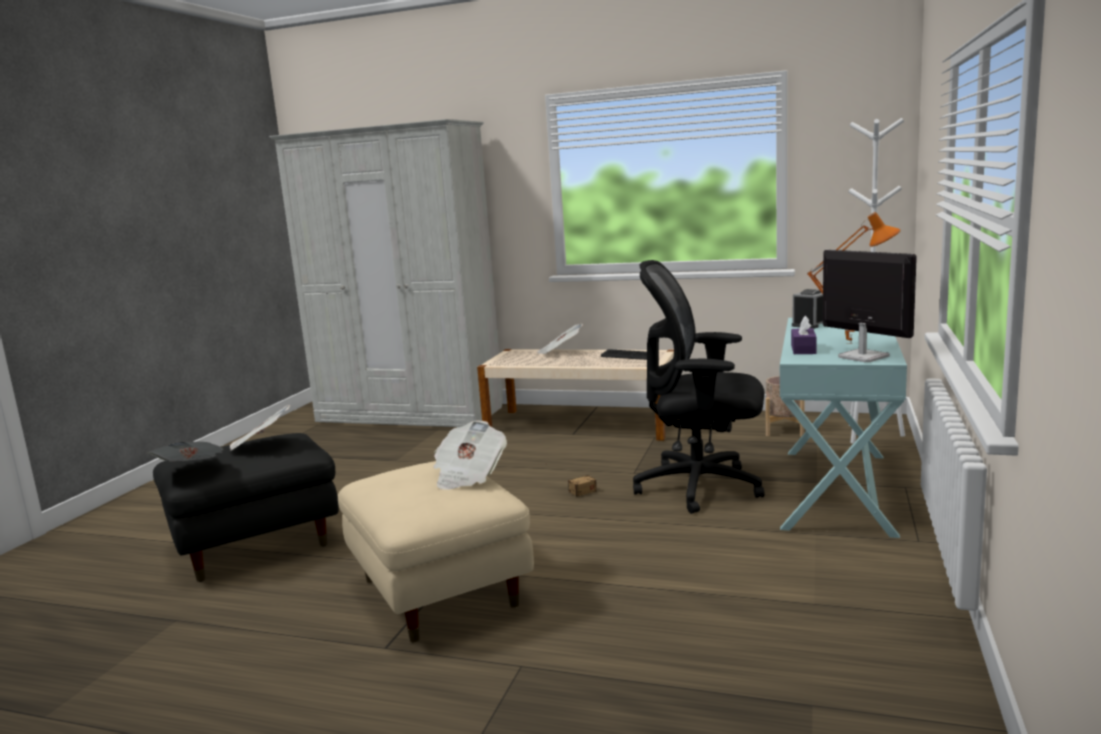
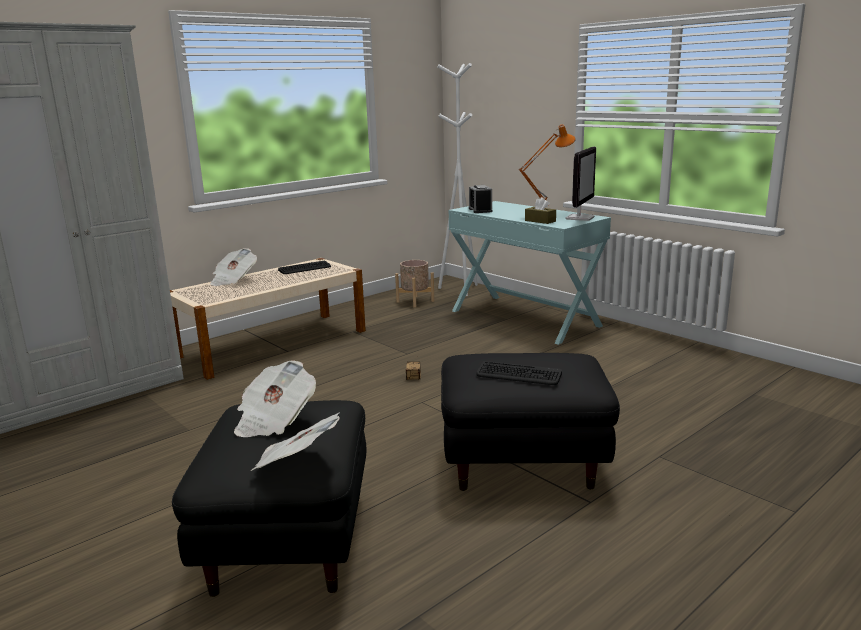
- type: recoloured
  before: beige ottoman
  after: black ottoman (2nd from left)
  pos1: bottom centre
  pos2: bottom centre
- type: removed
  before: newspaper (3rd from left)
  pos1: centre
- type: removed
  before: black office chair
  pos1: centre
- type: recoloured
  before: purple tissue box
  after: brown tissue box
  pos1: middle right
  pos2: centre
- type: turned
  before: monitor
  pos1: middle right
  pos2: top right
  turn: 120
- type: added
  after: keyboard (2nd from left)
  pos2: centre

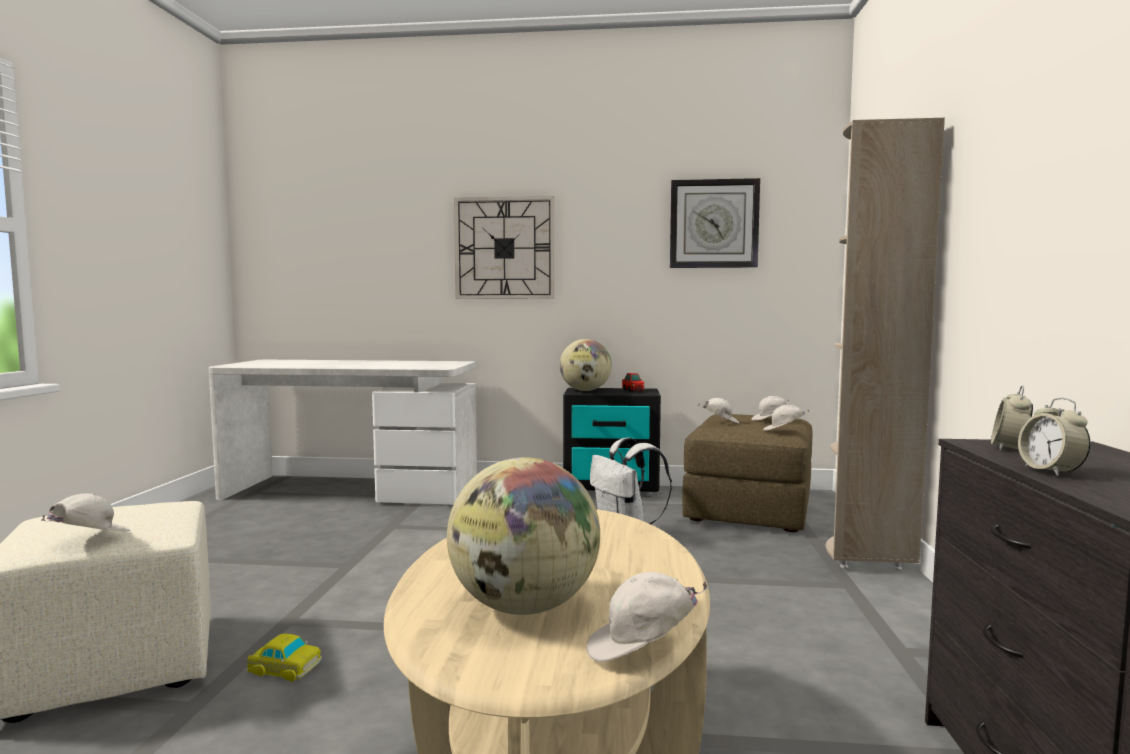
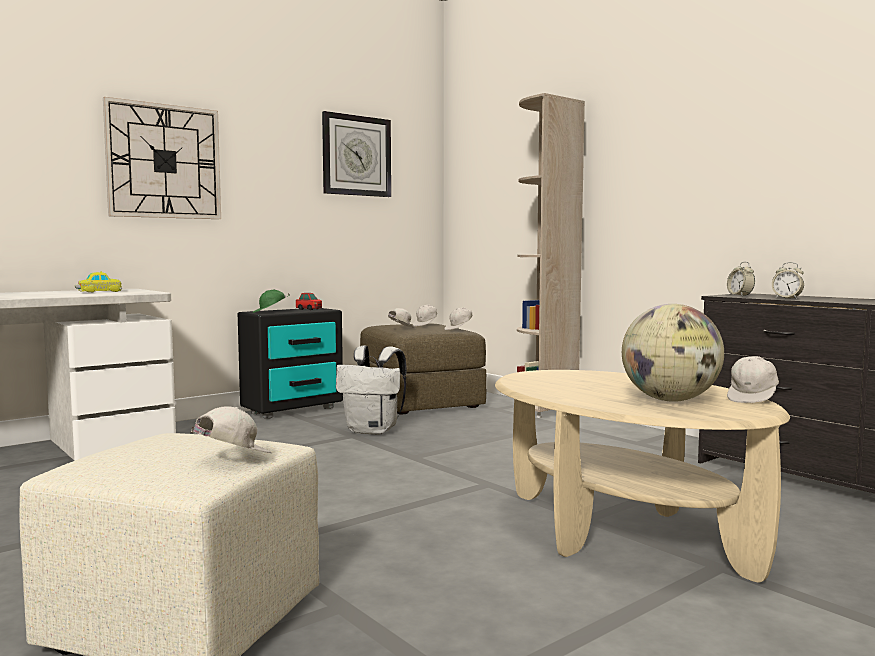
- type: turned
  before: white cap (1st from left)
  pos1: bottom left
  pos2: middle left
  turn: 60
- type: moved
  before: toy car (1st from left)
  pos1: bottom left
  pos2: middle left
- type: replaced
  before: globe (2nd from left)
  after: green cap
  pos1: centre
  pos2: middle left

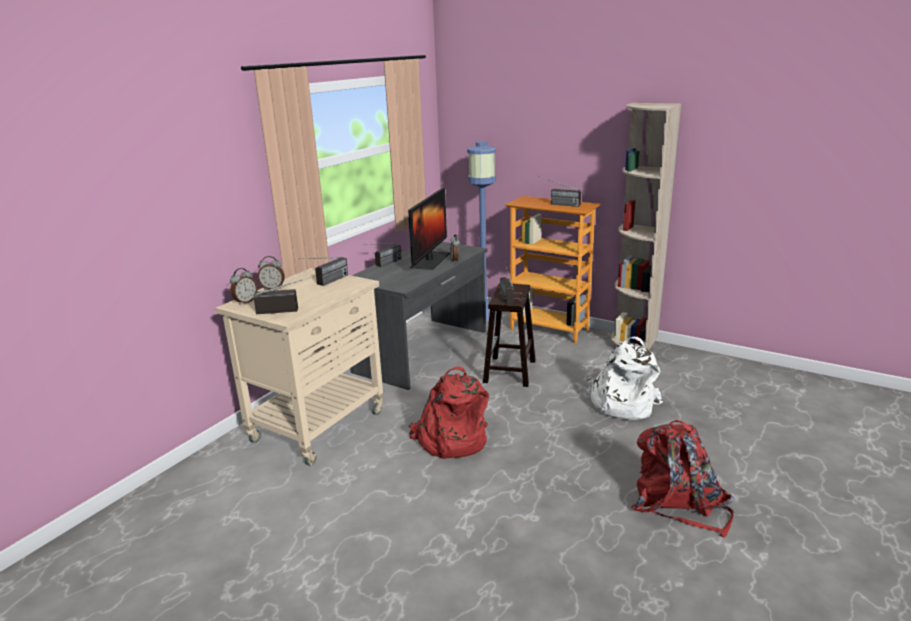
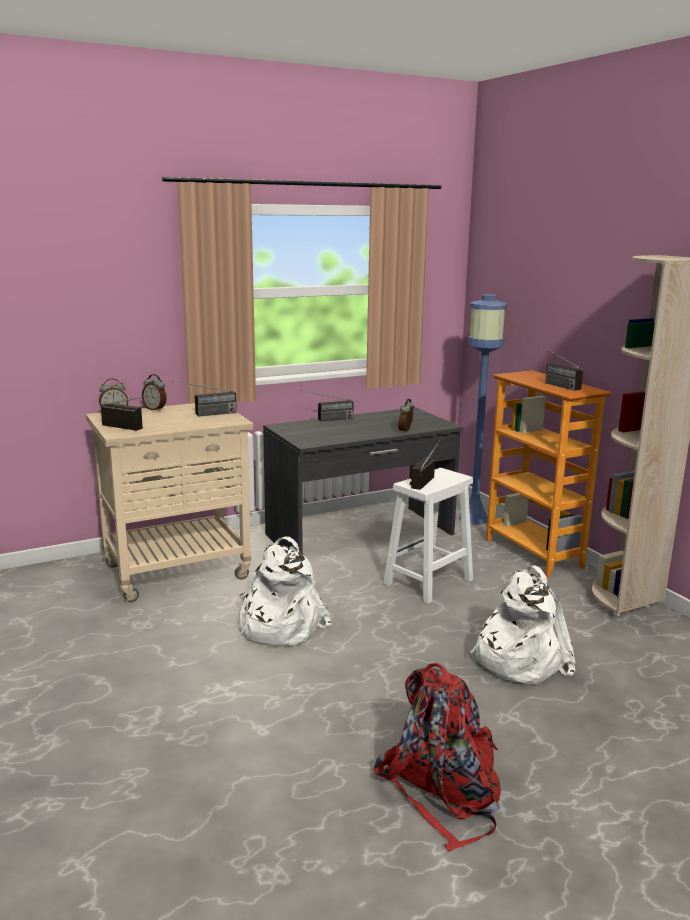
- type: removed
  before: monitor
  pos1: centre
- type: recoloured
  before: red backpack (1st from left)
  after: white backpack (1st from left)
  pos1: centre
  pos2: centre
- type: recoloured
  before: brown stool
  after: white stool
  pos1: centre
  pos2: centre

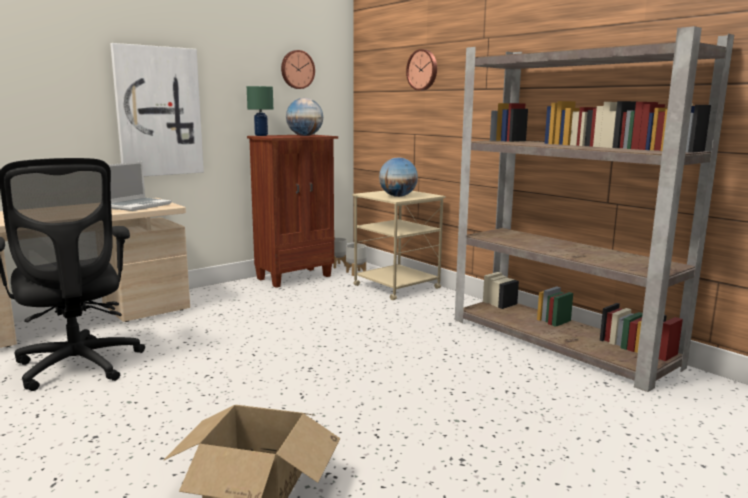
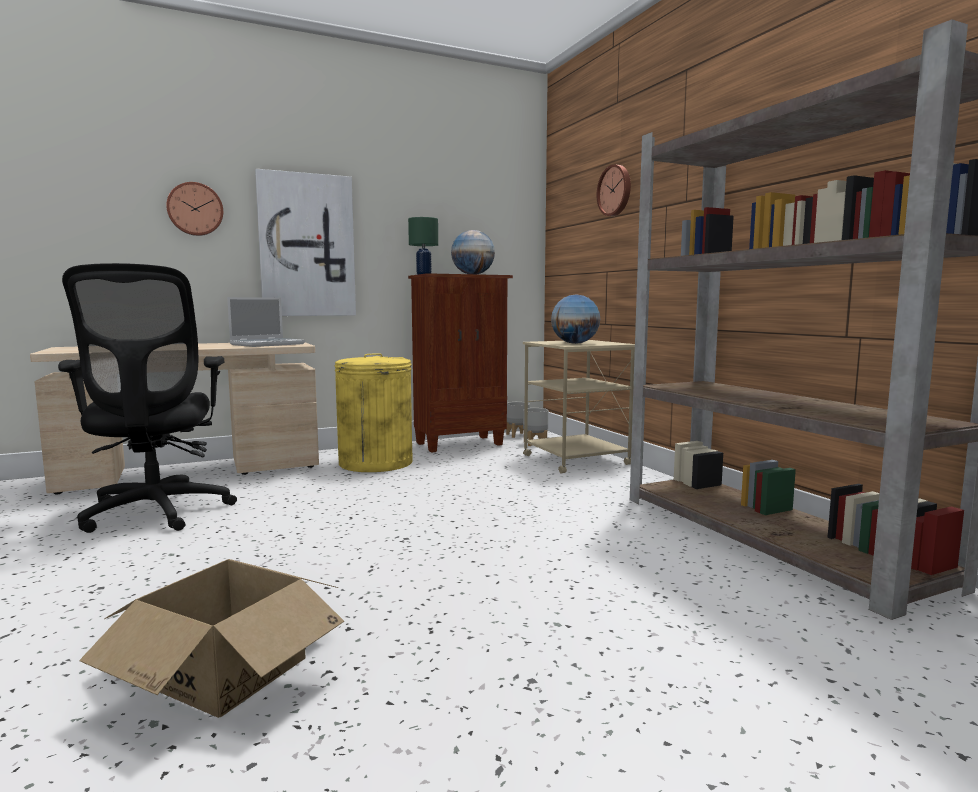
- type: moved
  before: wall clock (1st from left)
  pos1: top centre
  pos2: top left
- type: added
  after: yellow trash can
  pos2: centre

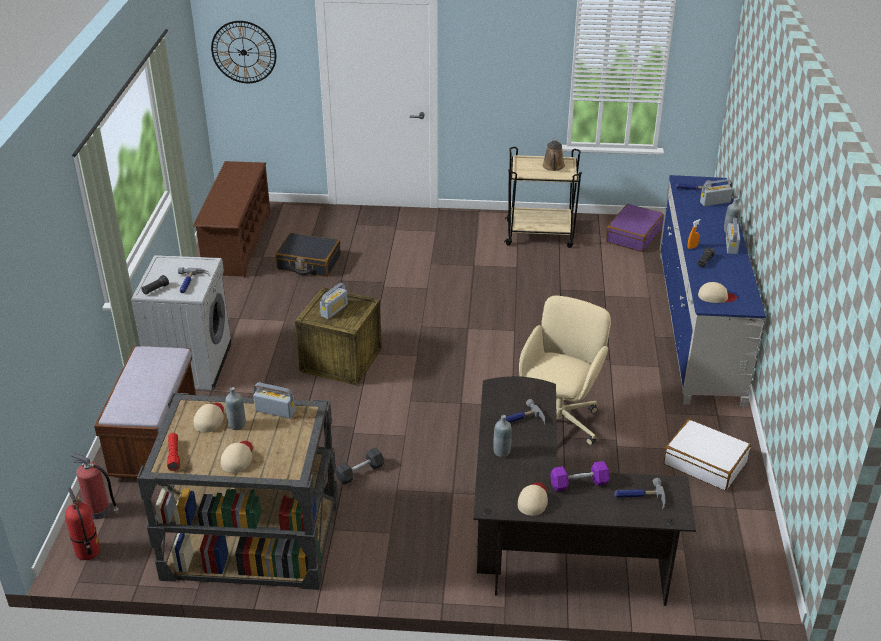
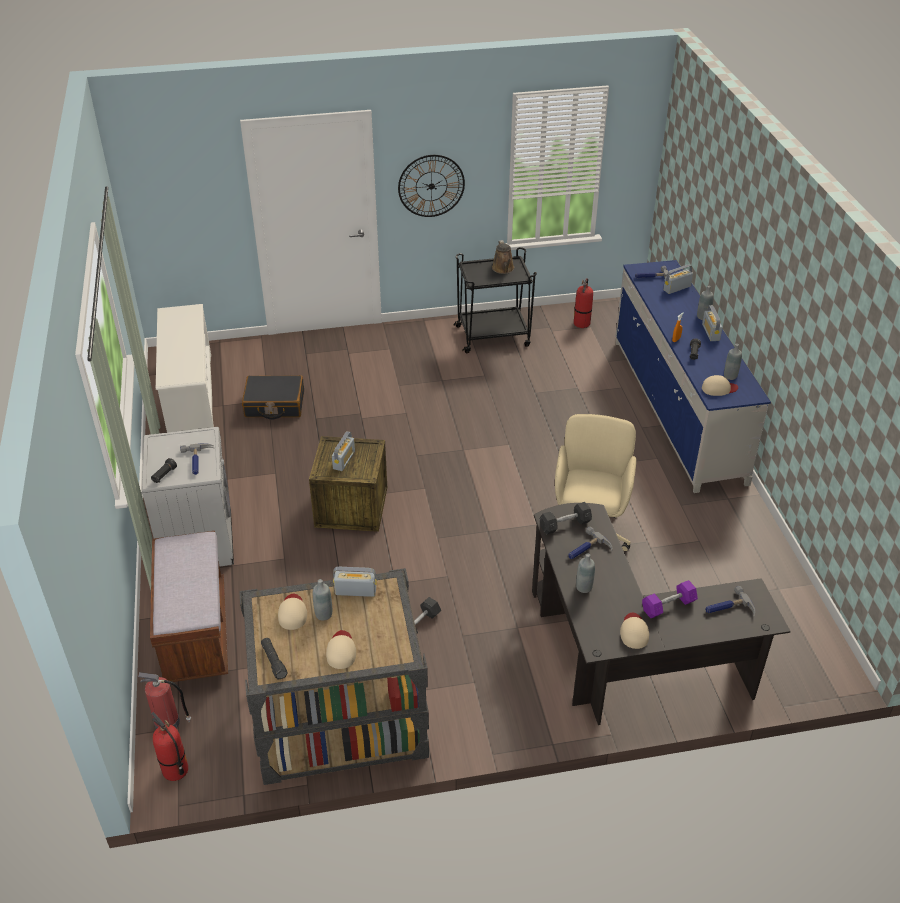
- type: recoloured
  before: red flashlight
  after: black flashlight (2nd from left)
  pos1: bottom left
  pos2: bottom left
- type: recoloured
  before: brown shoe rack
  after: white shoe rack
  pos1: middle left
  pos2: middle left
- type: moved
  before: wall clock
  pos1: top left
  pos2: top centre
- type: recoloured
  before: beige cart
  after: black cart
  pos1: top centre
  pos2: top centre
- type: replaced
  before: purple suitcase
  after: fire extinguisher (3rd from left)
  pos1: middle right
  pos2: centre
- type: removed
  before: white suitcase
  pos1: bottom right
- type: added
  after: grey dumbbell (2nd from left)
  pos2: centre
- type: added
  after: grey bottle (4th from left)
  pos2: middle right

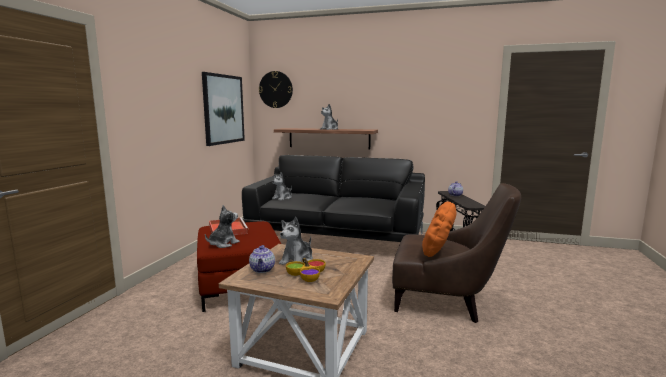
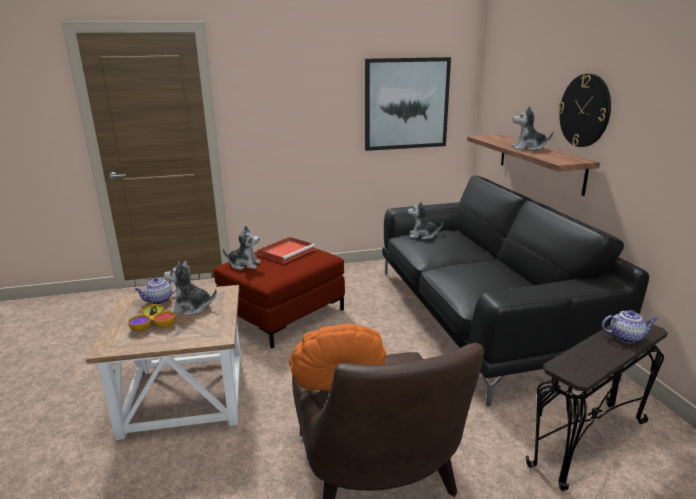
- type: moved
  before: wall clock
  pos1: top centre
  pos2: top right

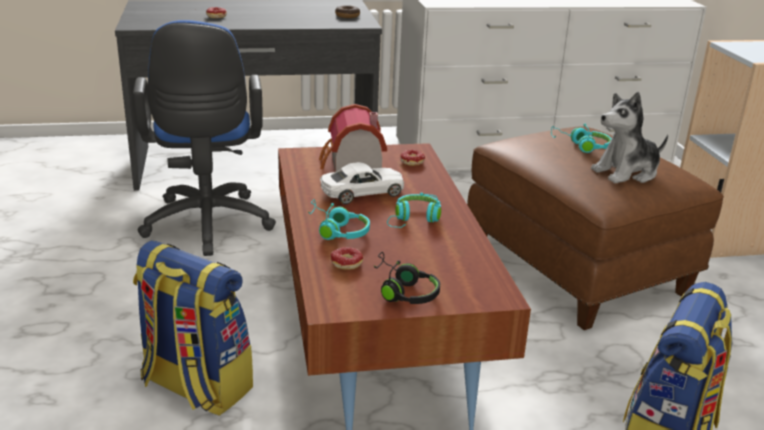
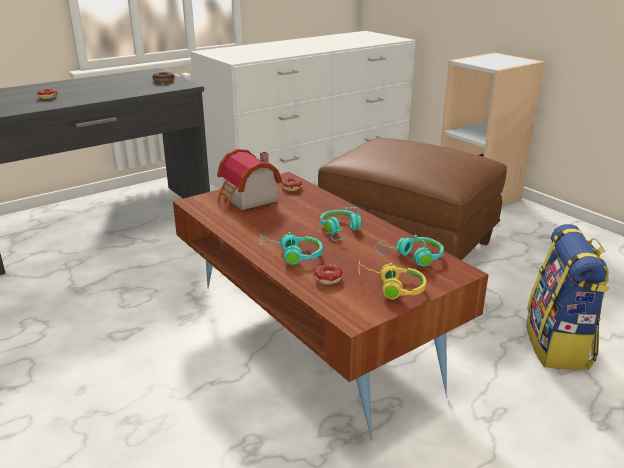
- type: removed
  before: blue office chair
  pos1: top left
- type: removed
  before: backpack (1st from left)
  pos1: bottom left
- type: removed
  before: white toy car
  pos1: centre
- type: recoloured
  before: black headphones
  after: yellow headphones
  pos1: centre
  pos2: centre
- type: moved
  before: turquoise headphones (3rd from left)
  pos1: top right
  pos2: centre
- type: removed
  before: plush toy
  pos1: top right

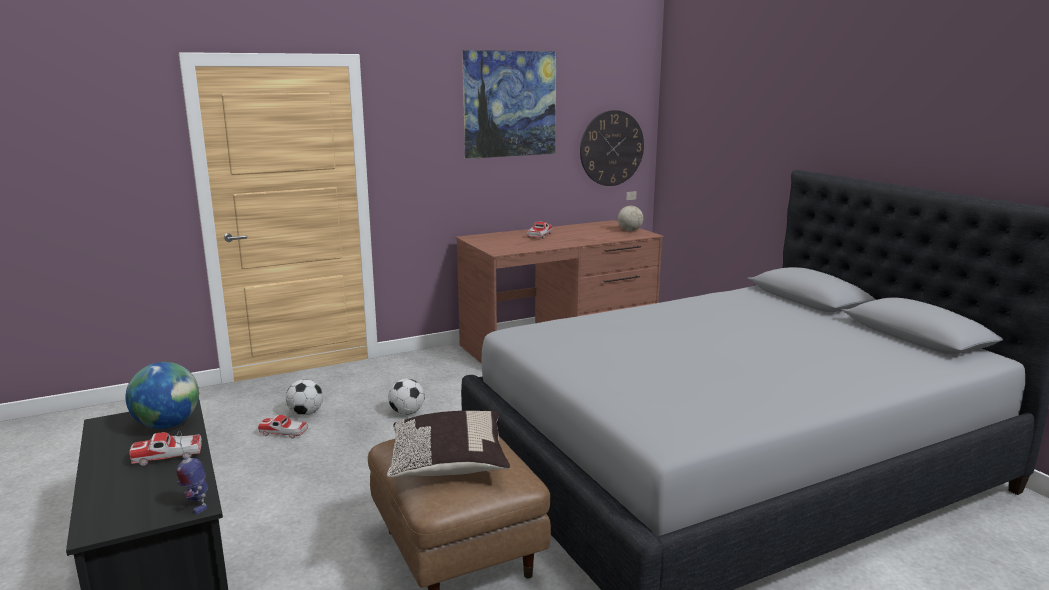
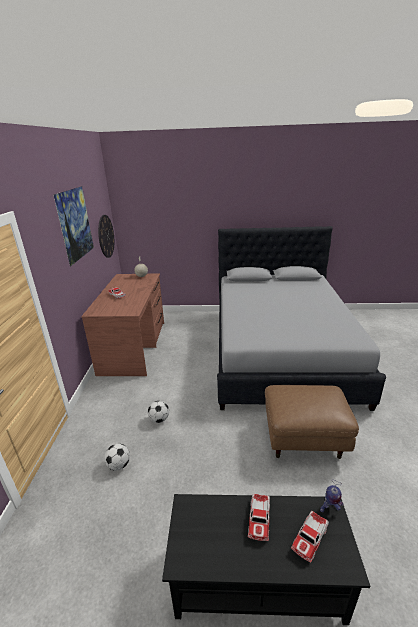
- type: removed
  before: globe (1st from left)
  pos1: bottom left
- type: moved
  before: toy car (2nd from left in the first image)
  after: toy car (3rd from left)
  pos1: bottom left
  pos2: bottom right
- type: removed
  before: pillow
  pos1: bottom centre

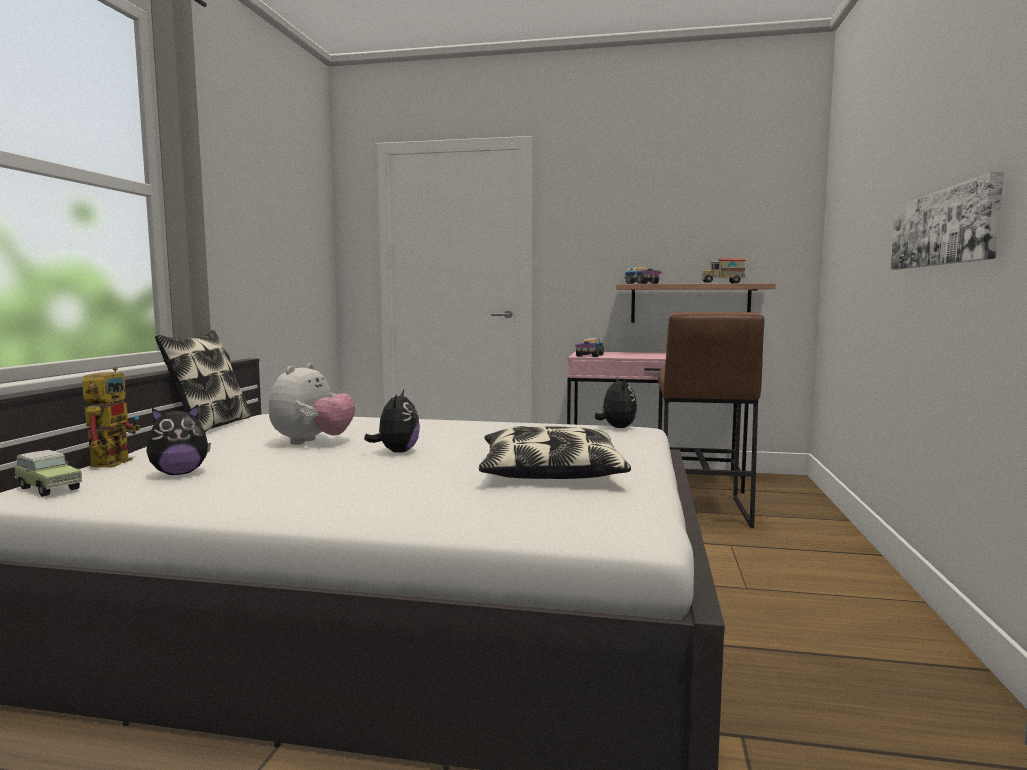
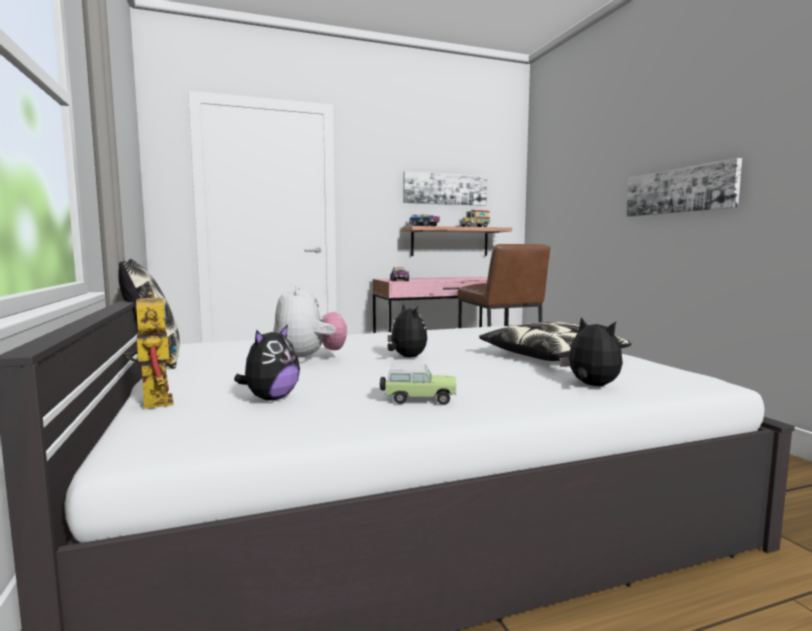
- type: moved
  before: toy car
  pos1: middle left
  pos2: centre
- type: moved
  before: plush toy (4th from left)
  pos1: centre
  pos2: middle right
- type: added
  after: picture (1st from left)
  pos2: top centre

